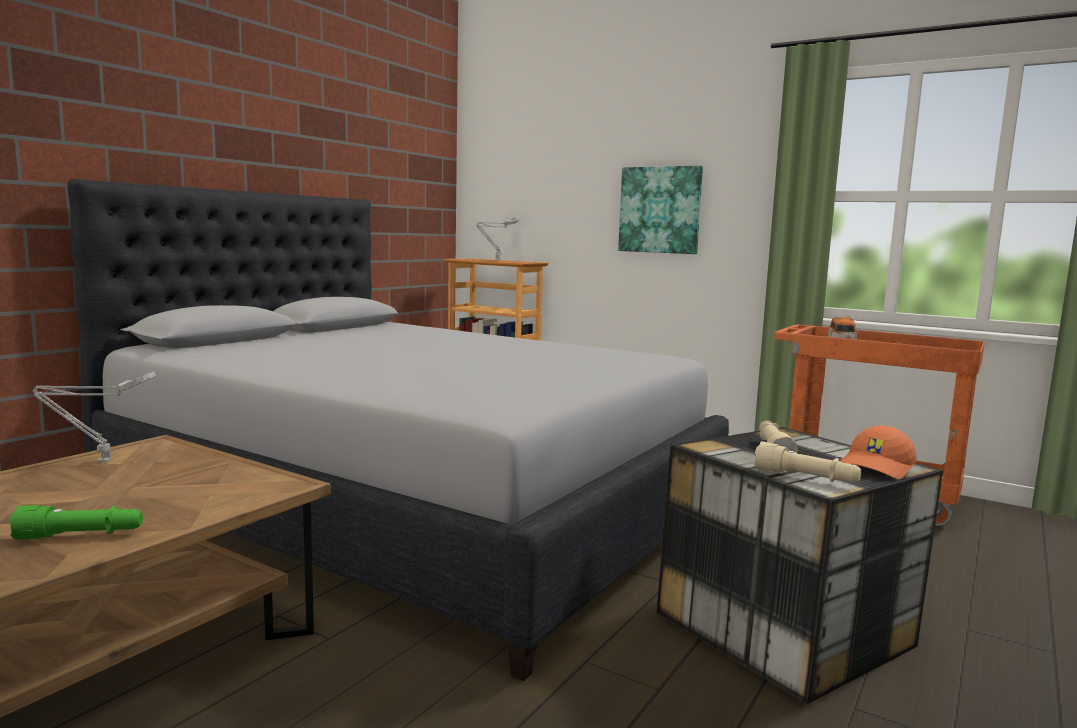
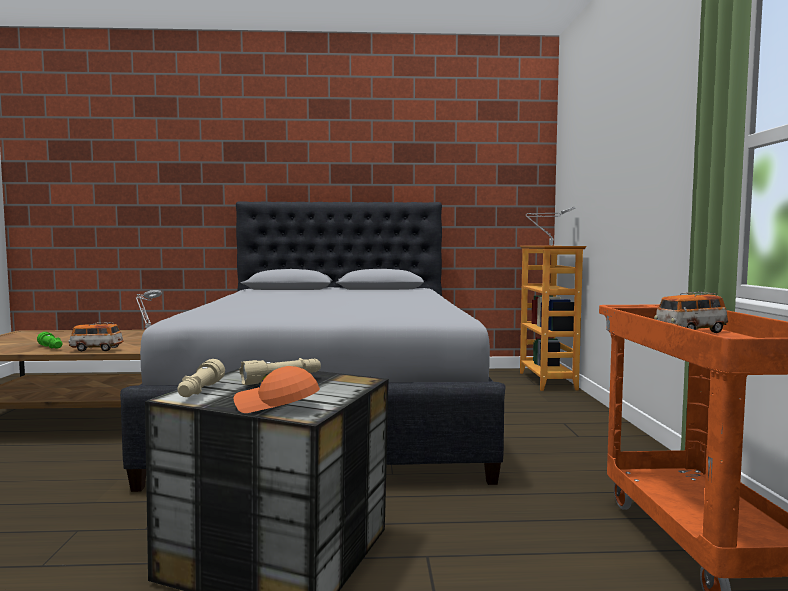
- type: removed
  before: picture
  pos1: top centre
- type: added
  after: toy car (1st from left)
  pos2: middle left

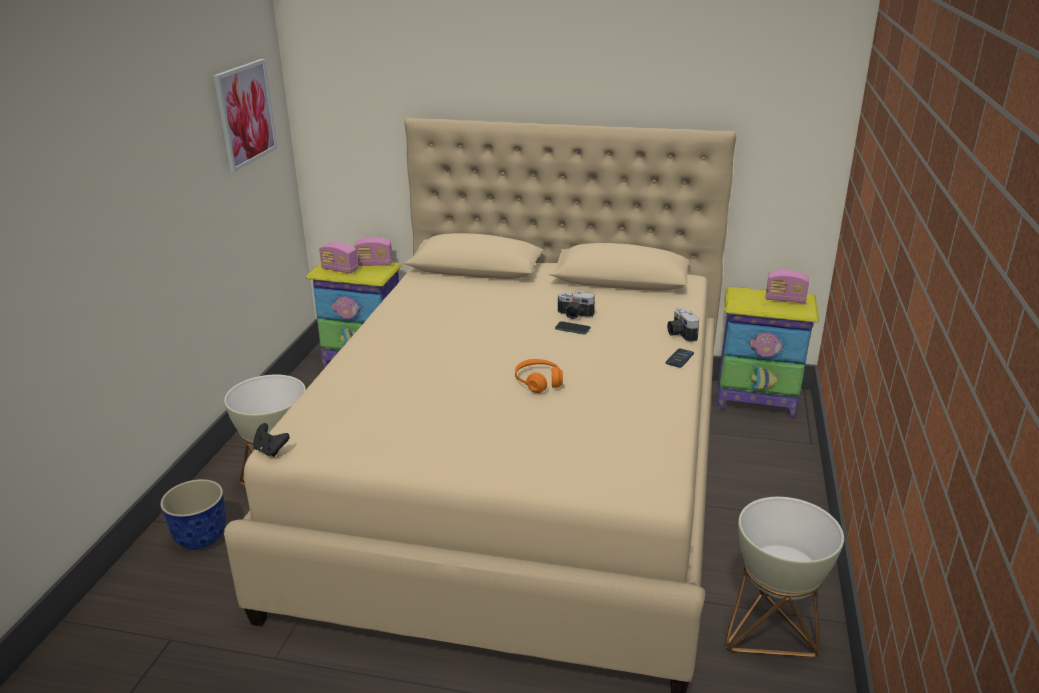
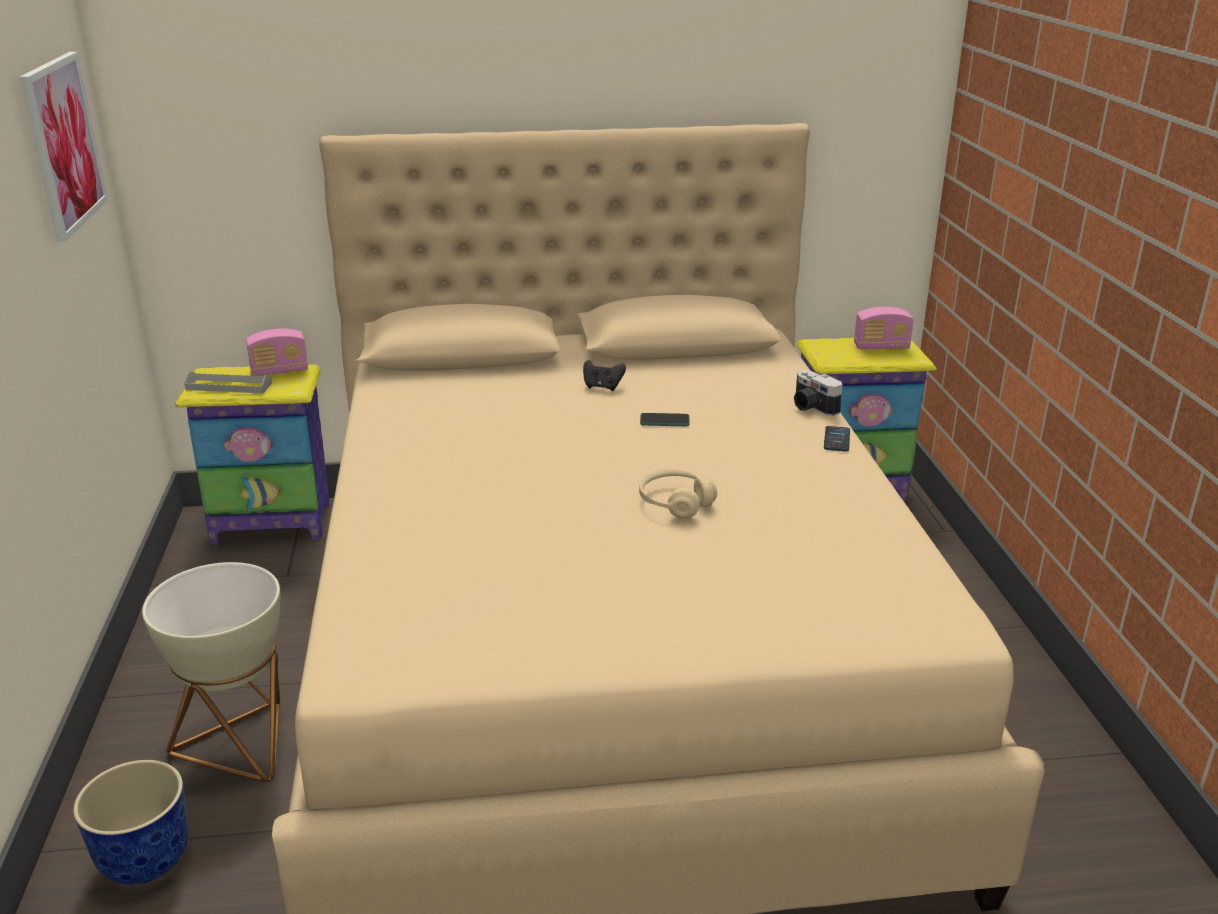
- type: moved
  before: black game controller
  pos1: middle left
  pos2: centre
- type: replaced
  before: radio (1st from left)
  after: grey tray
  pos1: middle left
  pos2: middle left
- type: recoloured
  before: orange headphones
  after: beige headphones
  pos1: centre
  pos2: centre
- type: removed
  before: photo camera (1st from left)
  pos1: centre
- type: removed
  before: planter (3rd from left)
  pos1: bottom right

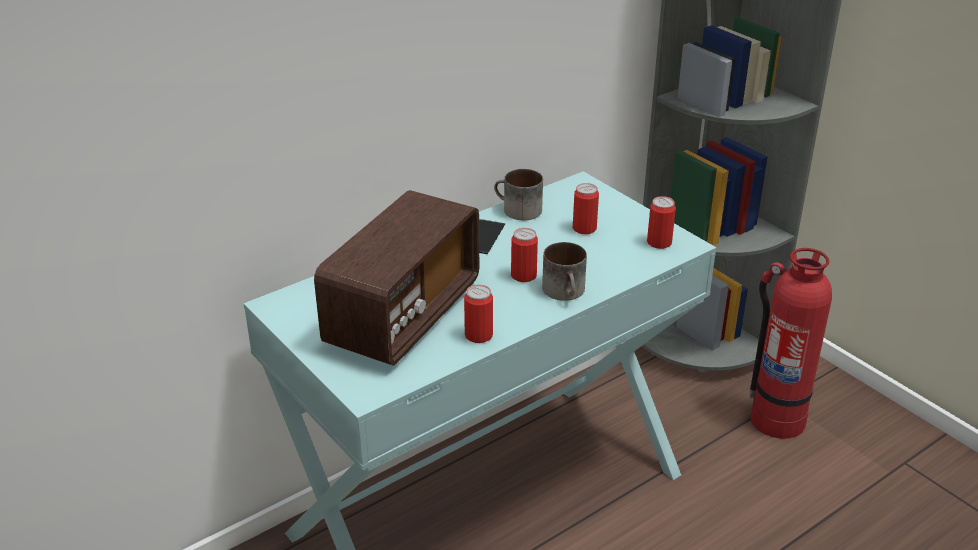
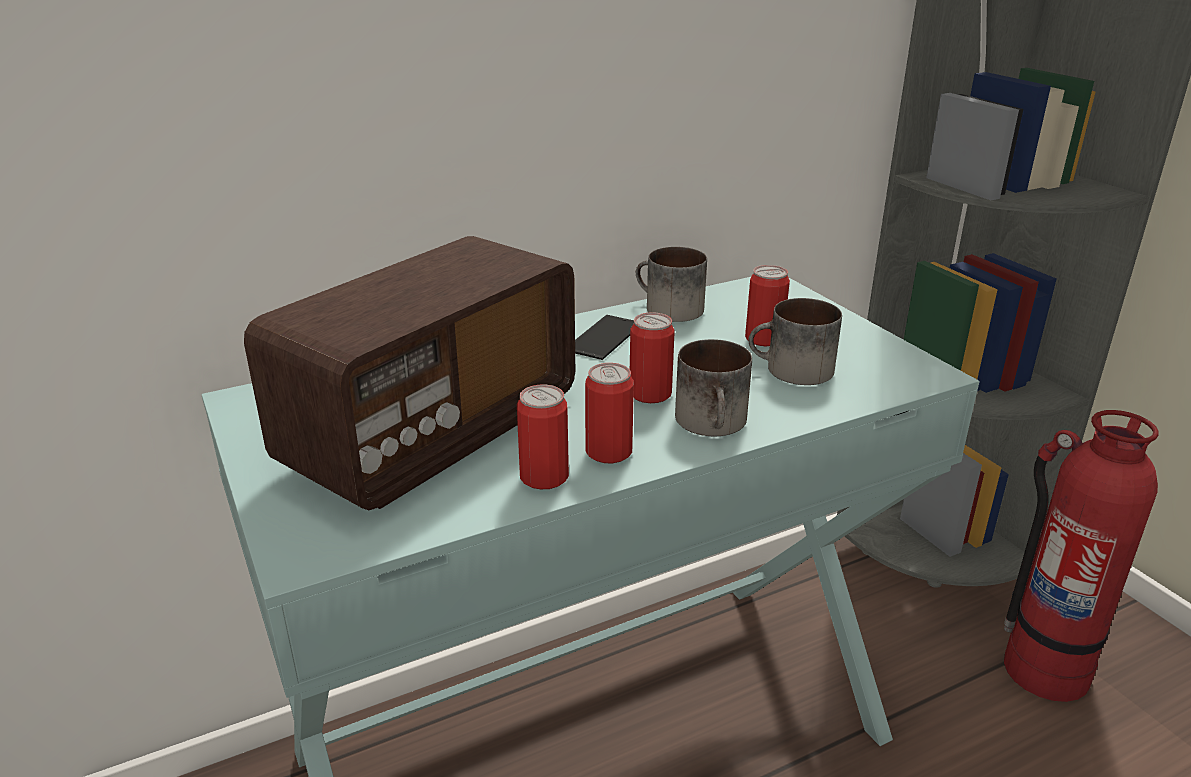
- type: moved
  before: can (4th from left in the first image)
  after: can (2nd from left)
  pos1: middle right
  pos2: centre
- type: added
  after: mug (3rd from left)
  pos2: middle right

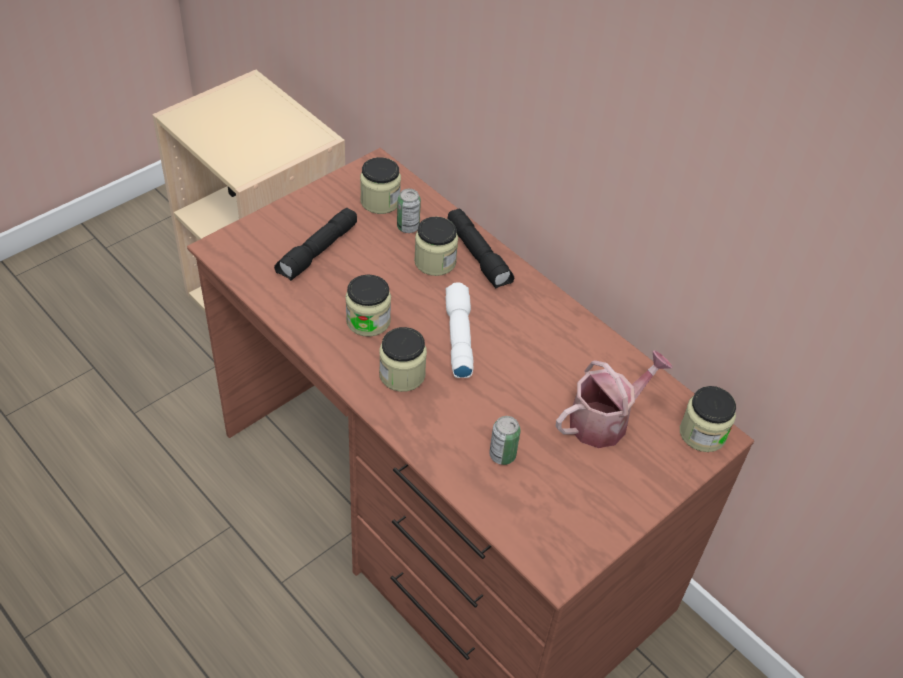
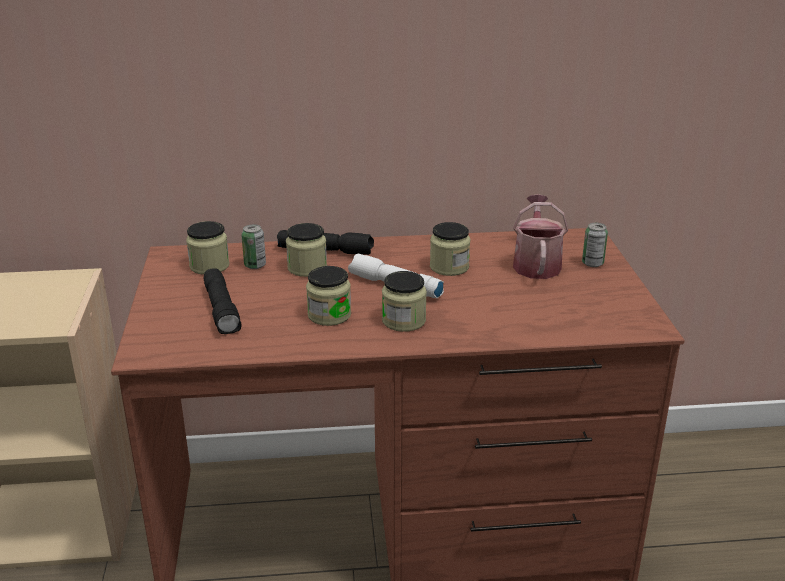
- type: moved
  before: can (2nd from left)
  pos1: centre
  pos2: middle right
- type: moved
  before: jar (5th from left)
  pos1: middle right
  pos2: centre

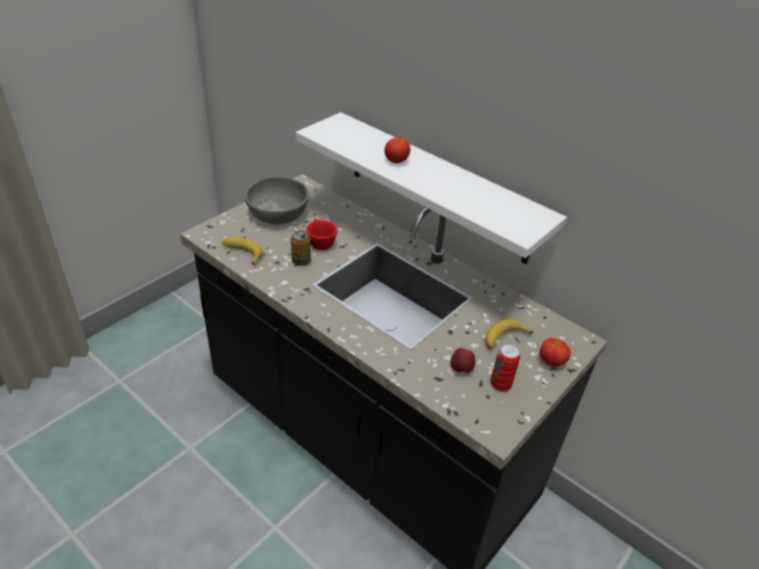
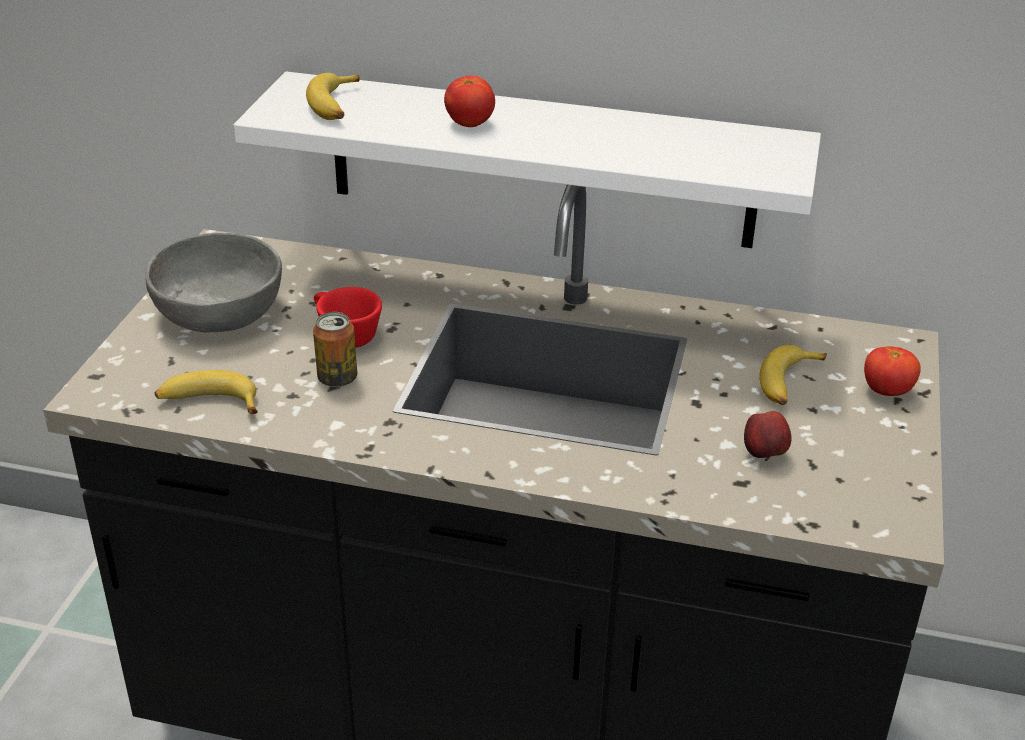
- type: removed
  before: can (2nd from left)
  pos1: centre
- type: added
  after: banana (2nd from left)
  pos2: top left

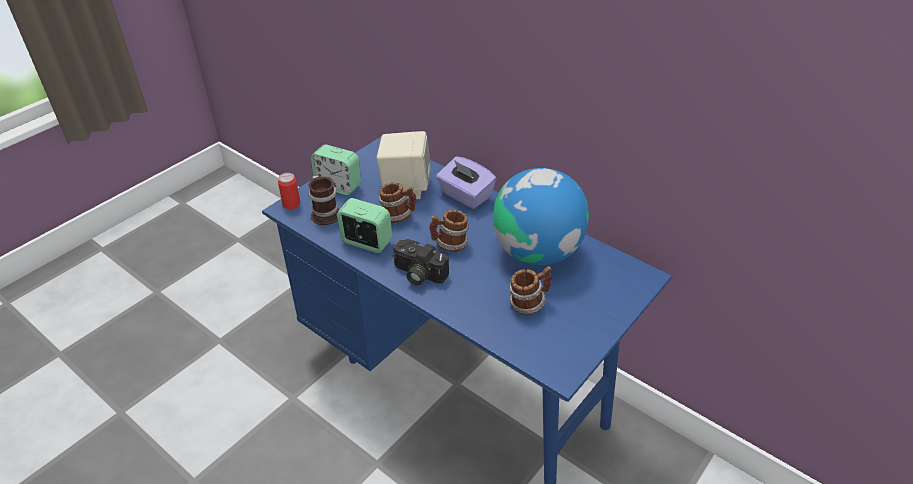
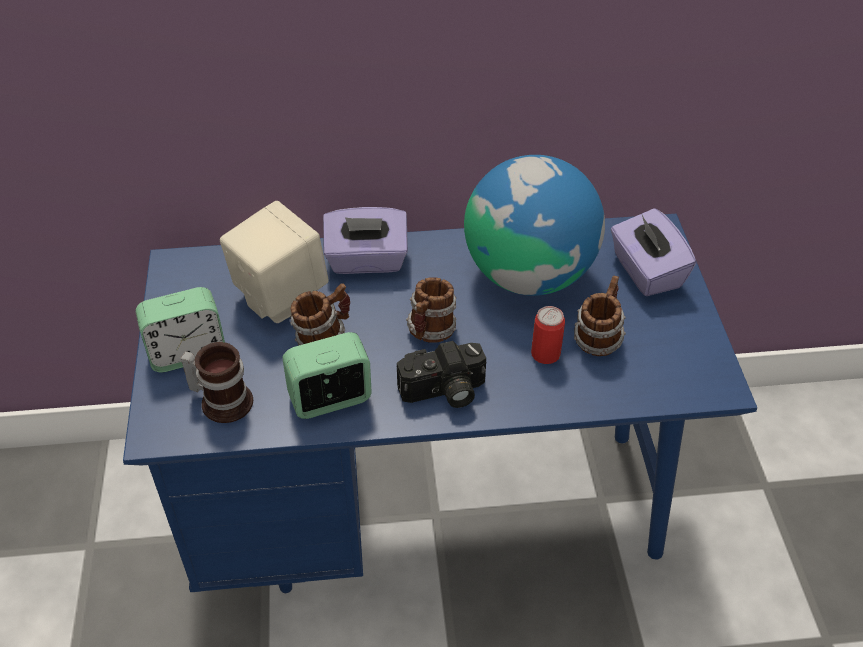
- type: moved
  before: can
  pos1: middle left
  pos2: centre
- type: added
  after: purple tissue box (2nd from left)
  pos2: middle right

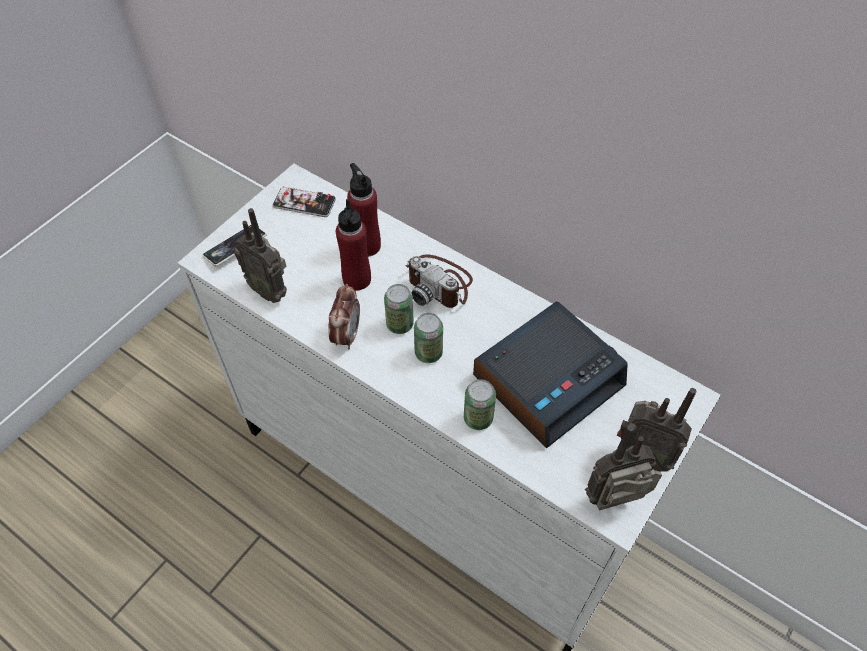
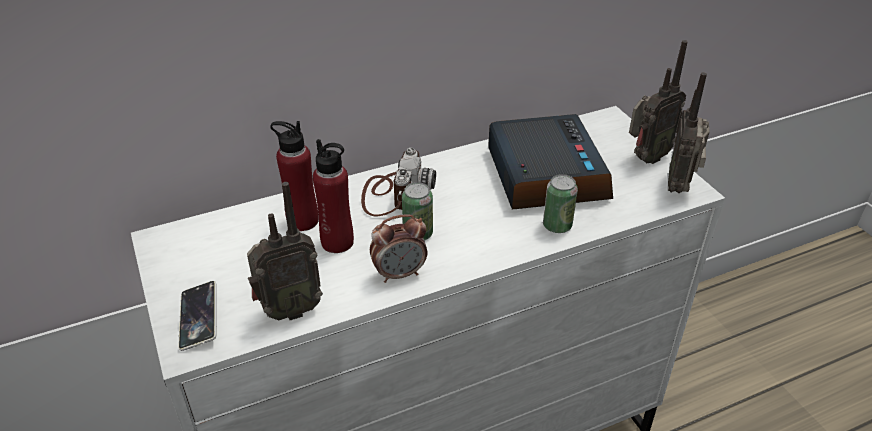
- type: removed
  before: phone (2nd from left)
  pos1: top centre
- type: turned
  before: alarm clock (1st from left)
  pos1: centre
  pos2: centre
  turn: 120
- type: turned
  before: photo camera
  pos1: centre
  pos2: centre
  turn: -60
- type: removed
  before: can (2nd from left)
  pos1: centre

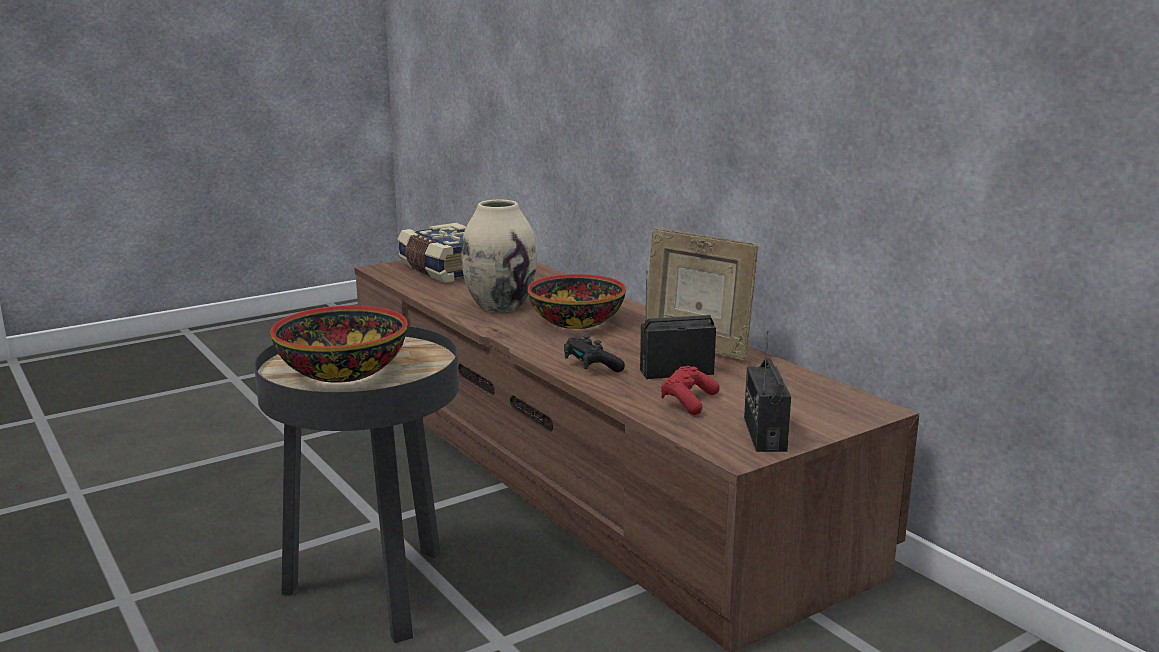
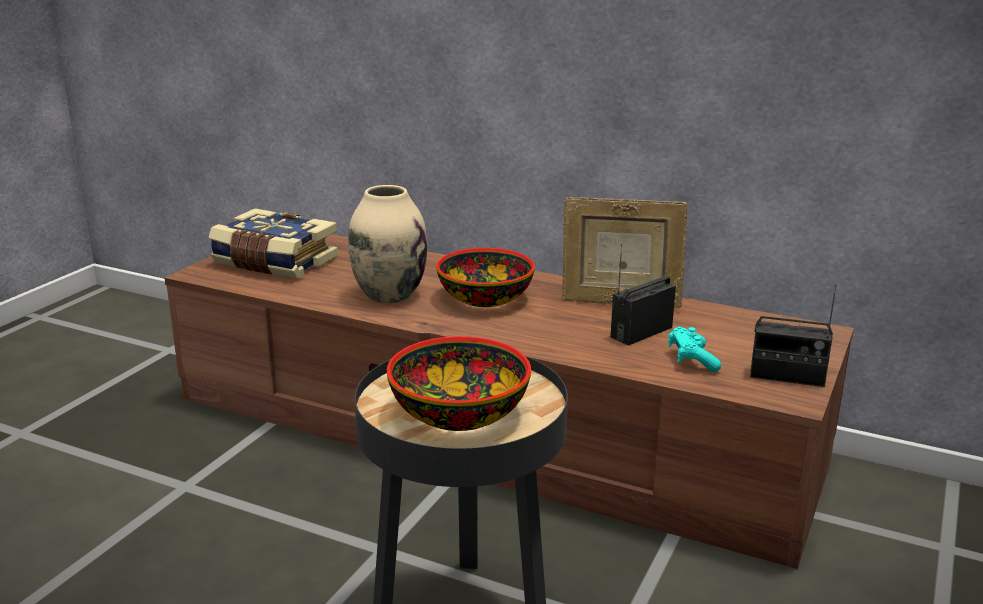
- type: removed
  before: black game controller
  pos1: centre
- type: recoloured
  before: red game controller
  after: turquoise game controller
  pos1: centre
  pos2: middle right
- type: turned
  before: radio (2nd from left)
  pos1: centre
  pos2: middle right
  turn: -45

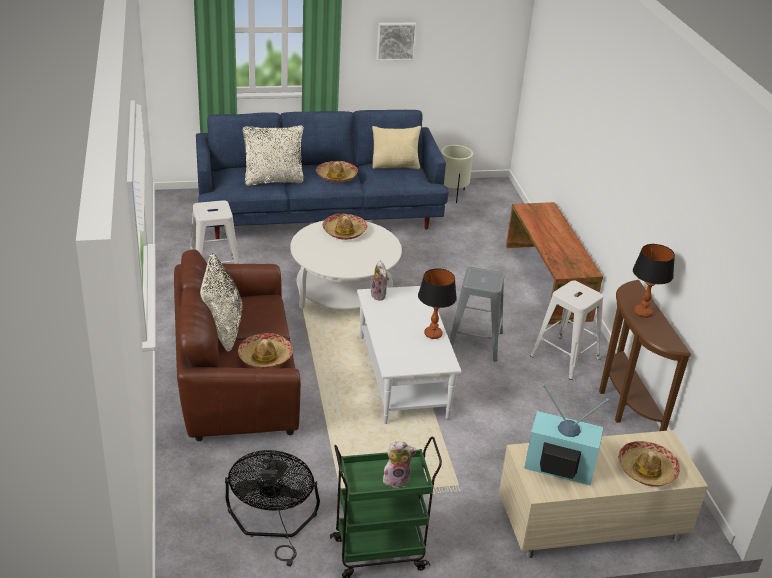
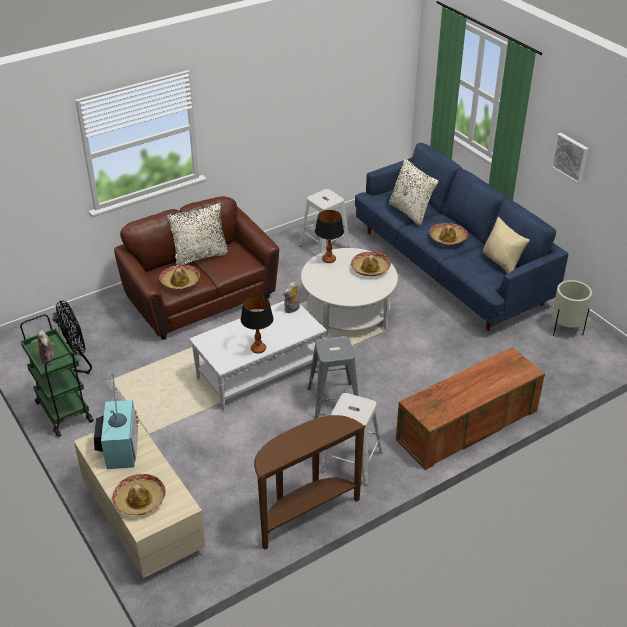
- type: moved
  before: table lamp (2nd from left)
  pos1: middle right
  pos2: centre

